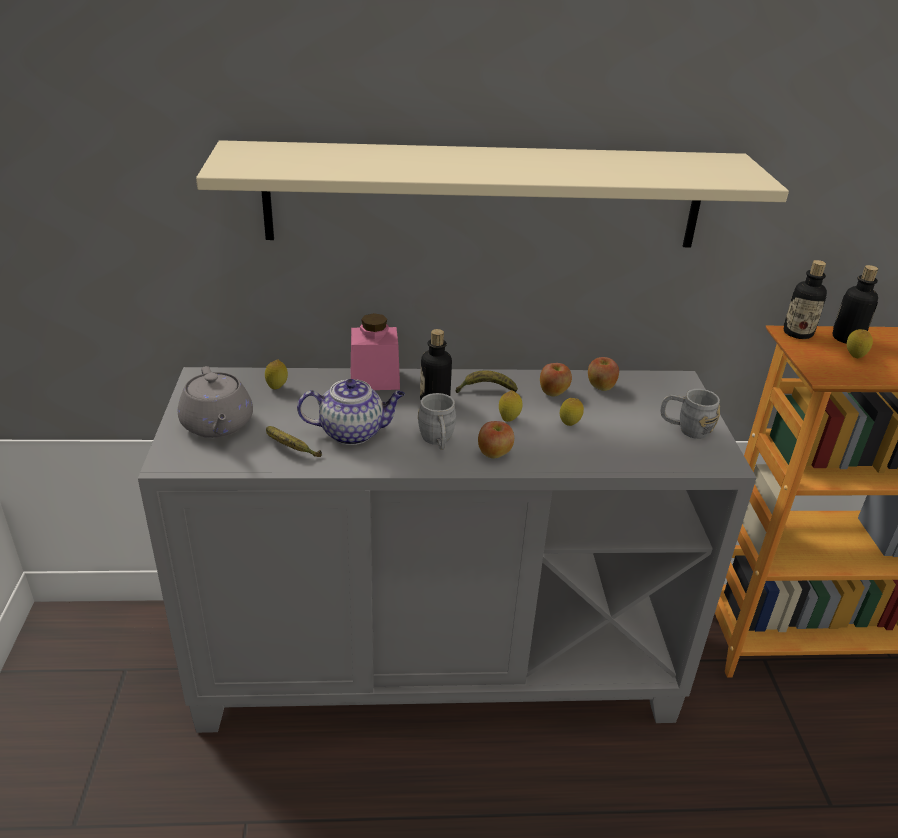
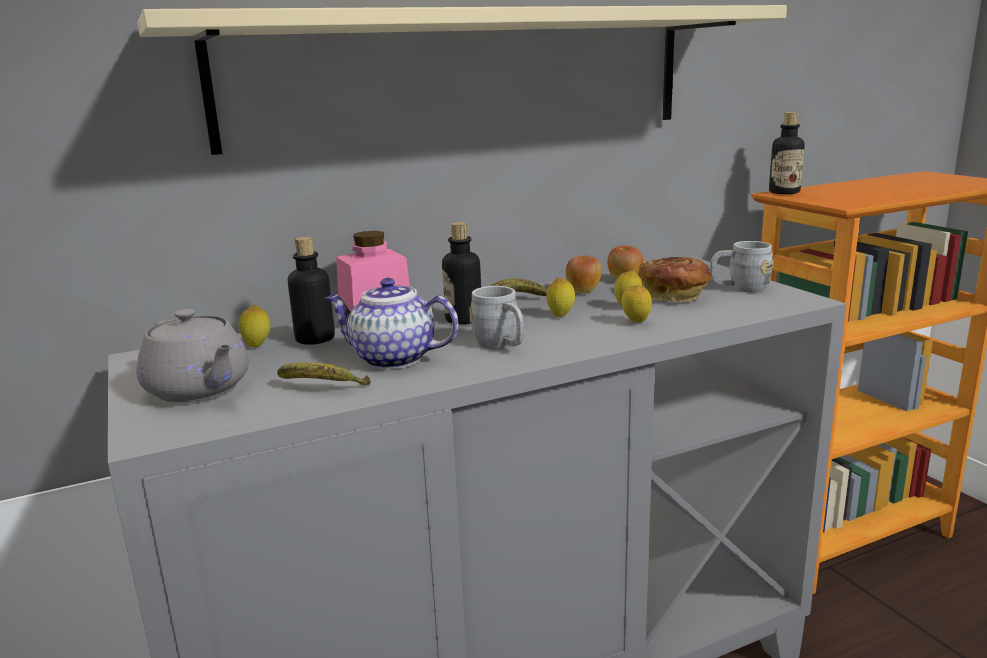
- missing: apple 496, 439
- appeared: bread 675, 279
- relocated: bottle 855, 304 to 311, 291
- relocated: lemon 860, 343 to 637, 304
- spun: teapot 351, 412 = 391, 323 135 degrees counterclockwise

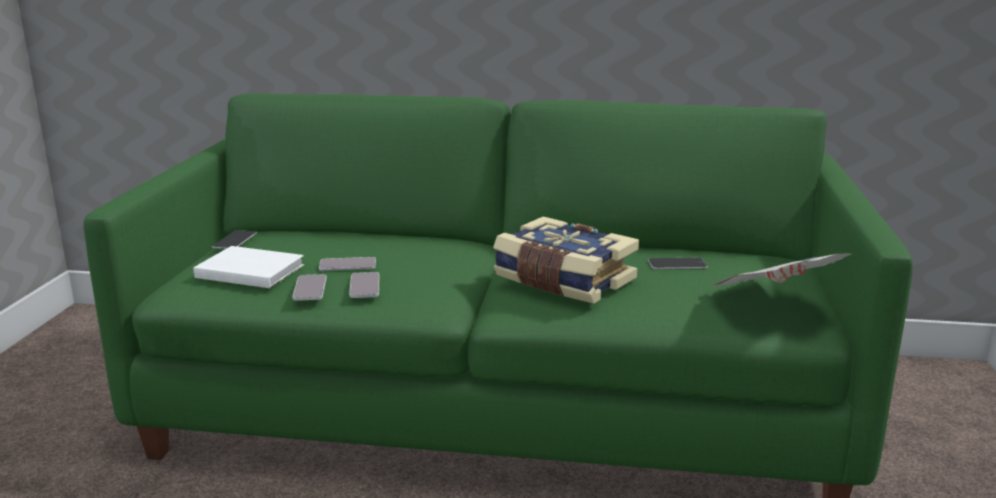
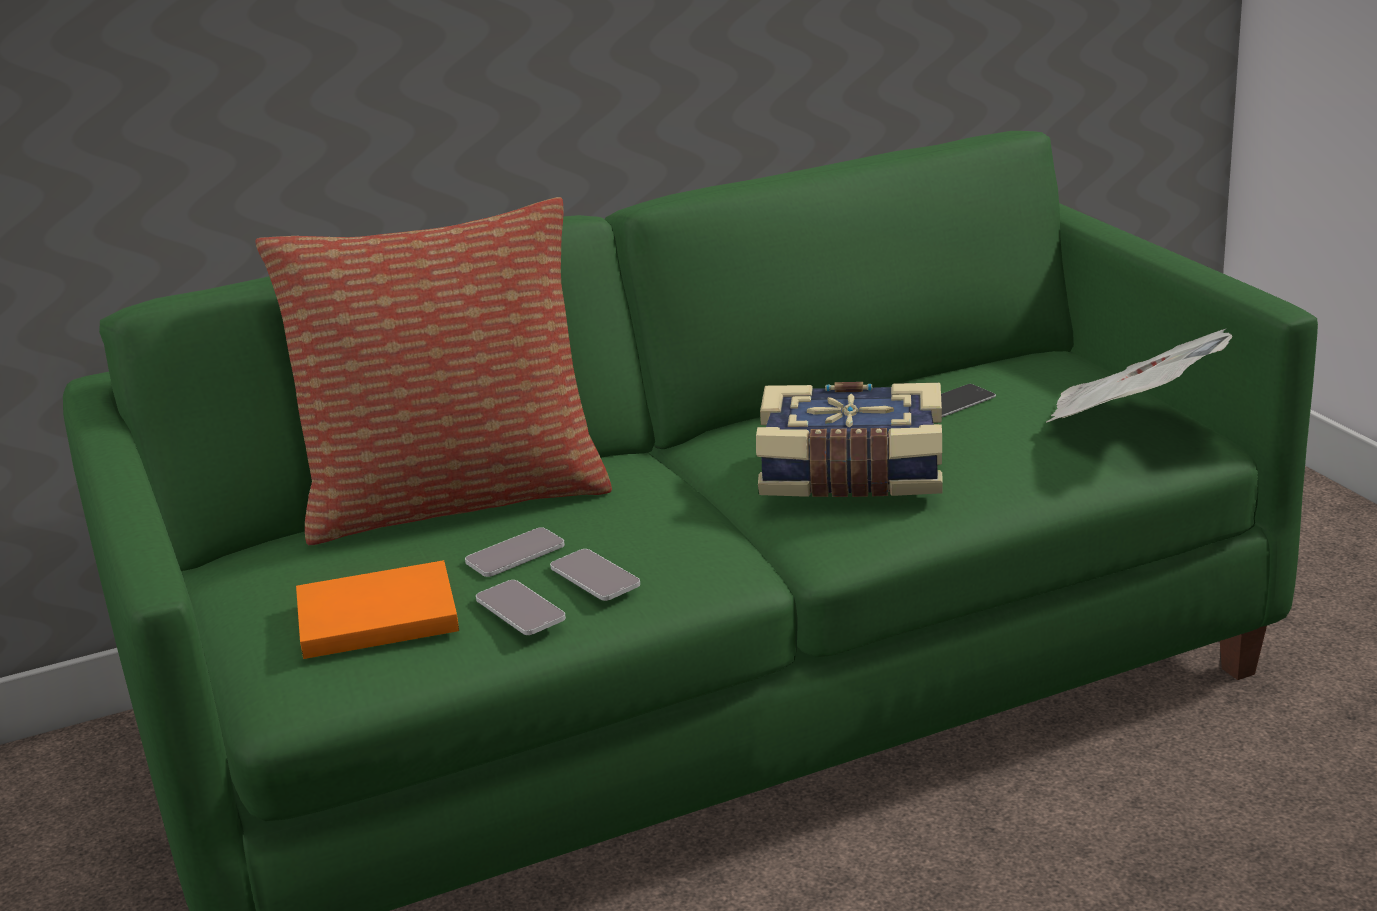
- missing: phone 234, 239
- appeared: pillow 433, 371
- colour: white_book 248, 267 to orange_book 377, 609

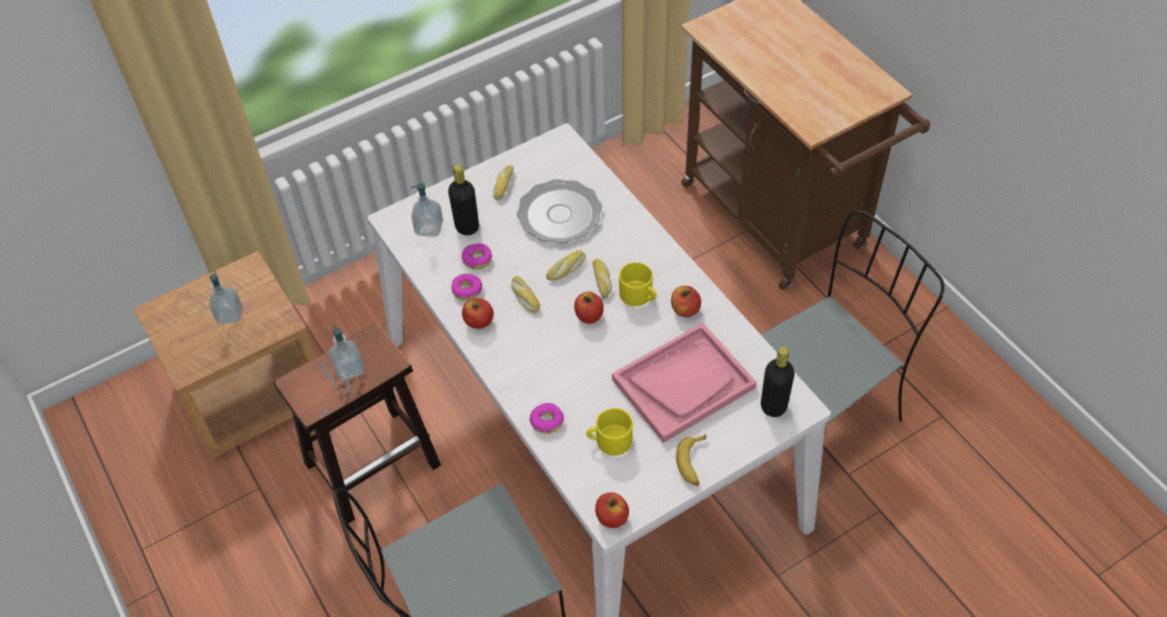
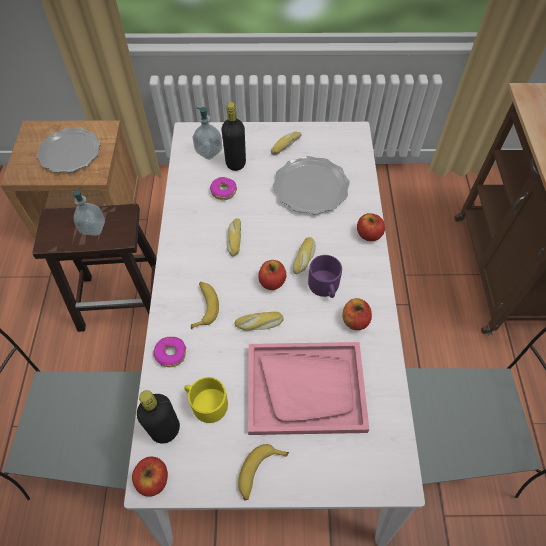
- missing: donut 467, 287
- appeared: banana 205, 305
- relocated: apple 478, 313 to 371, 227
- relocated: bread 566, 265 to 259, 321
- relocated: black_bottle 777, 381 to 158, 417
- exchanged: soap_dispenser 225, 297 to plate 69, 150
- colour: yellow_mug 638, 284 to purple_mug 325, 276

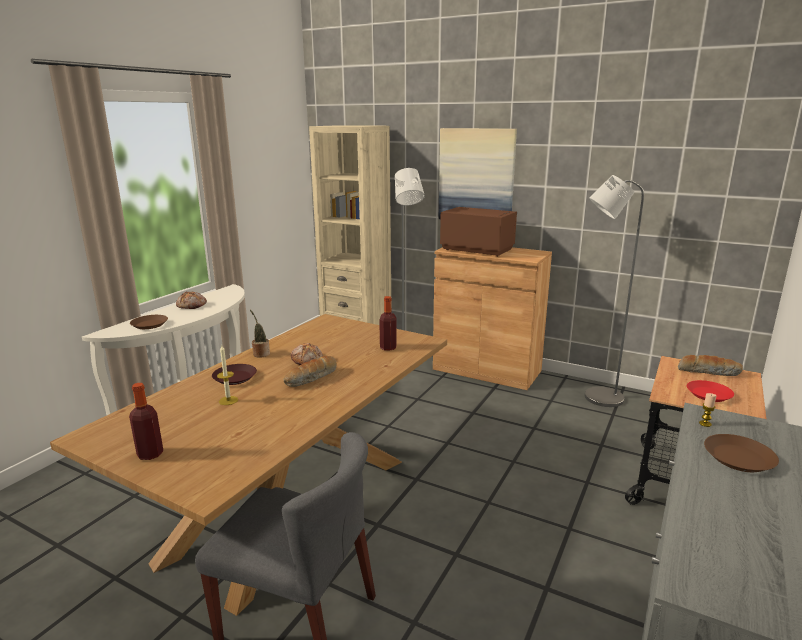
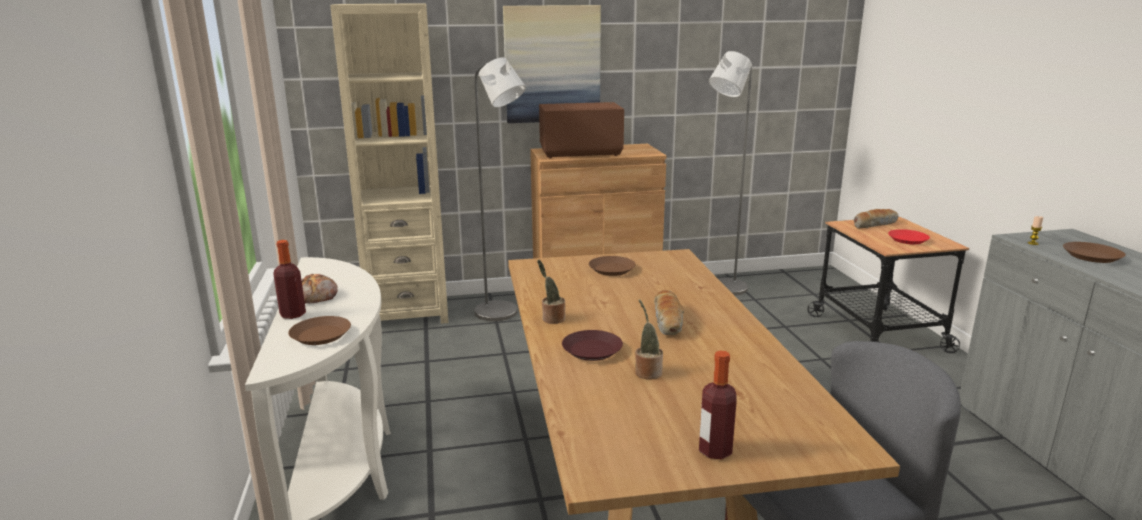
- missing: bread 307, 354
- appeared: brown_plate 612, 266
- relocated: bottle 388, 323 to 289, 279
- exchanged: candle 227, 375 to potted_plant 649, 339

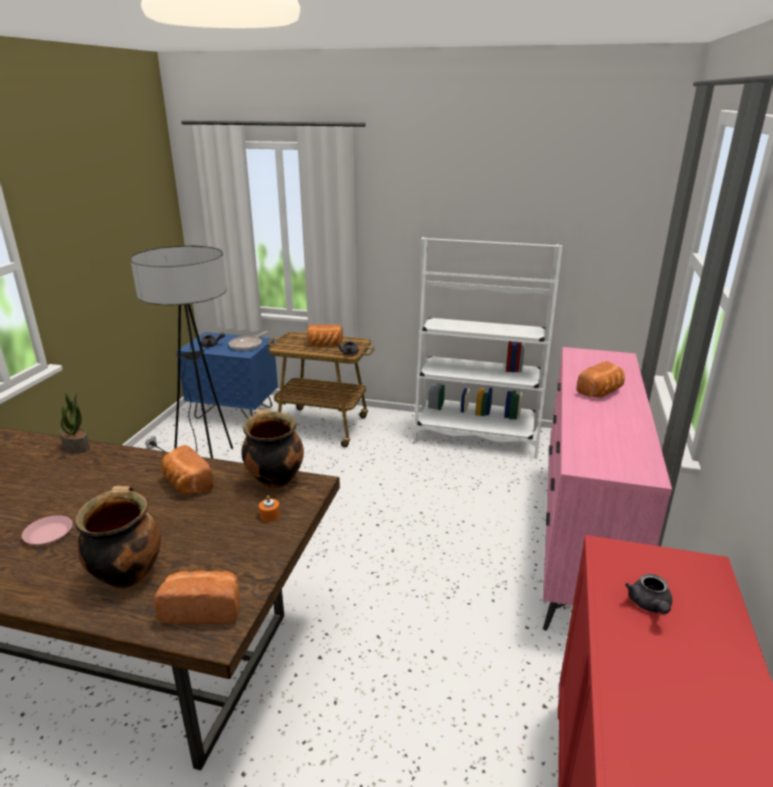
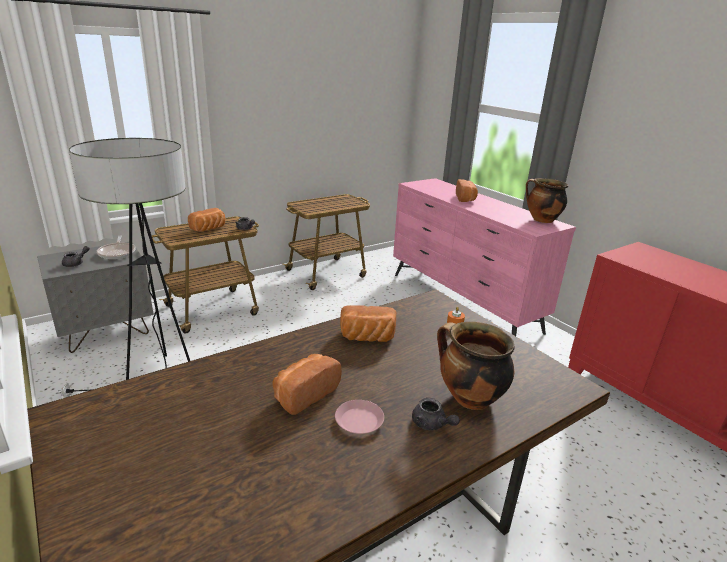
- missing: potted_plant 75, 422
- relocated: bread 197, 597 to 307, 384
- relocated: cooking_pot 272, 449 to 547, 200
- relocated: grey_teapot 648, 594 to 436, 414
- exchanged: white_bookcase 488, 348 to cart 326, 242
- colour: blue_nightstand 227, 375 to grey_nightstand 95, 297

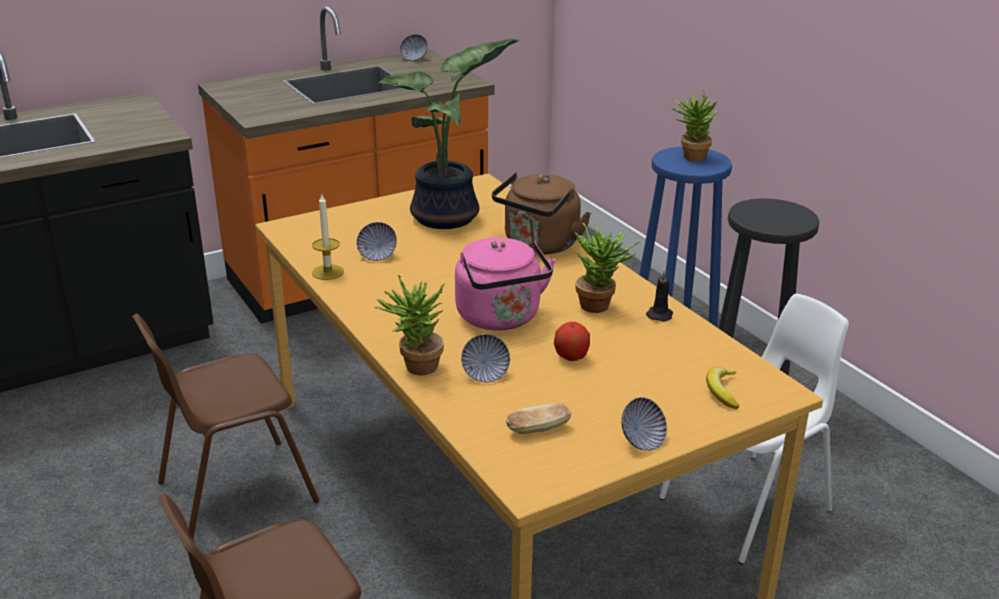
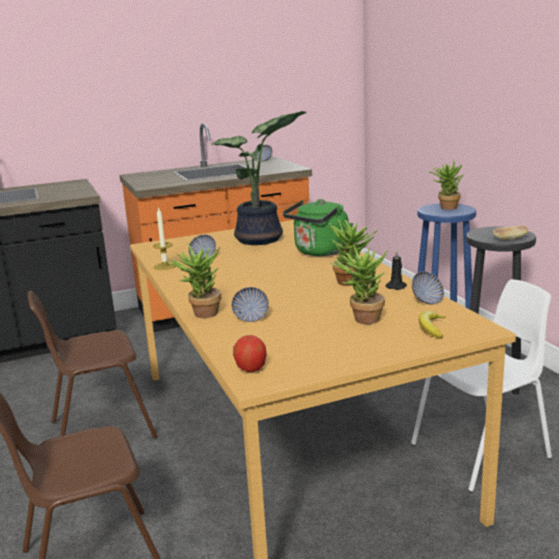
- missing: pink_kettle 505, 284
- appeared: potted_plant 359, 283
- relocated: bread 538, 418 to 511, 232
- relocated: apple 572, 341 to 250, 353
- relocated: bowl 644, 424 to 428, 287
- colour: brown_kettle 541, 213 to green_kettle 318, 227

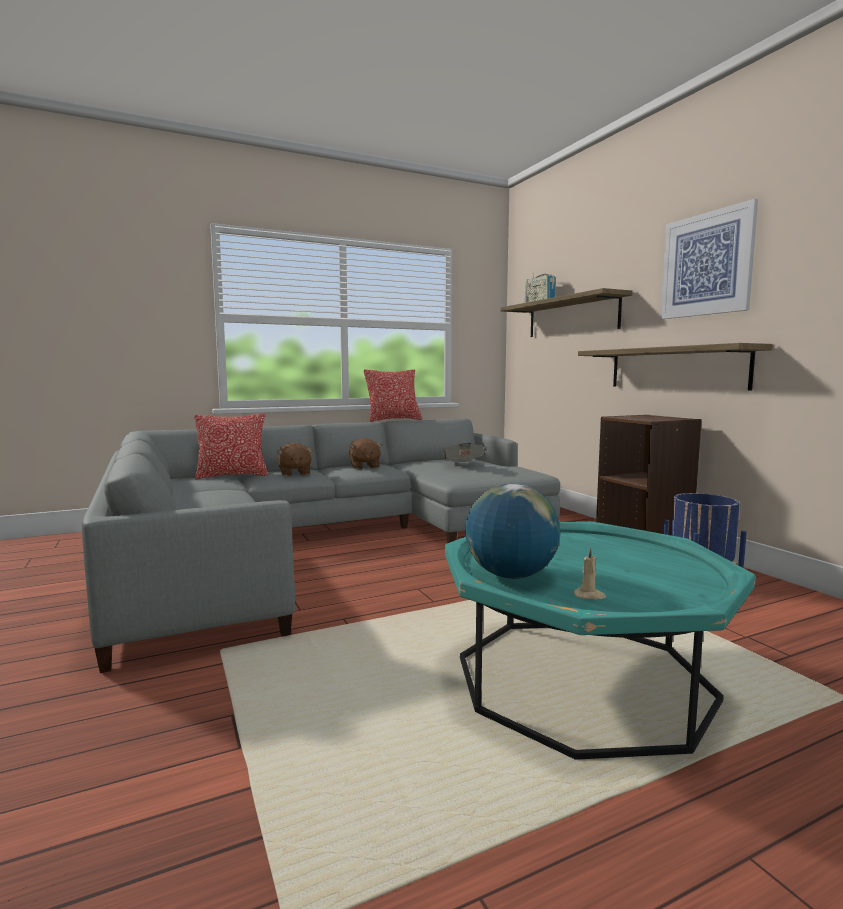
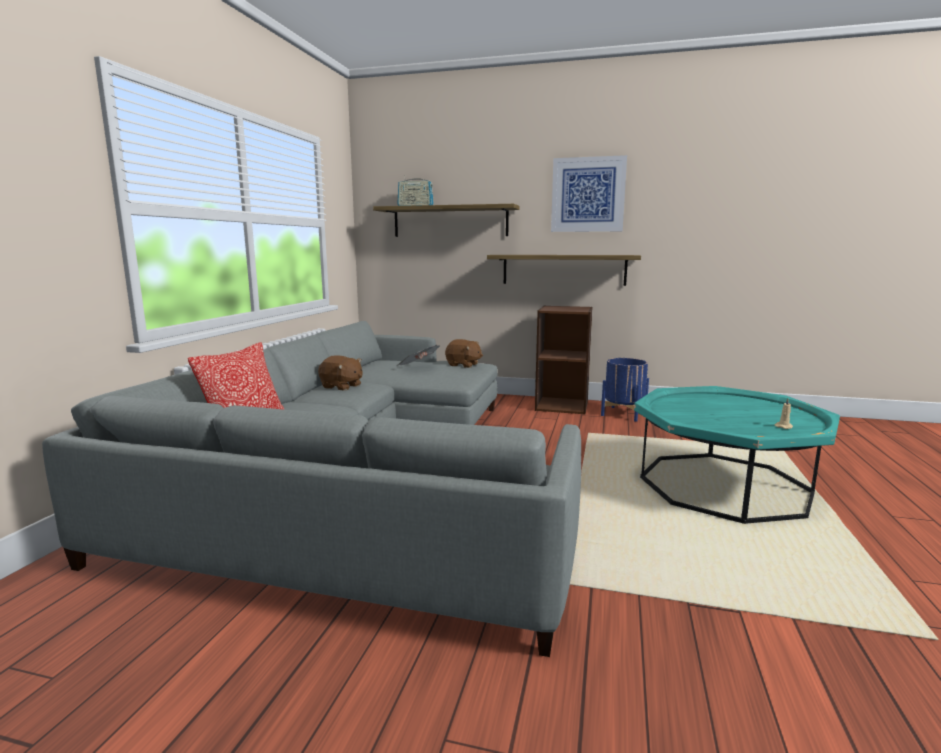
- missing: pillow 393, 395
- missing: globe 512, 531
- relocated: brown_plush_toy 295, 459 to 464, 353

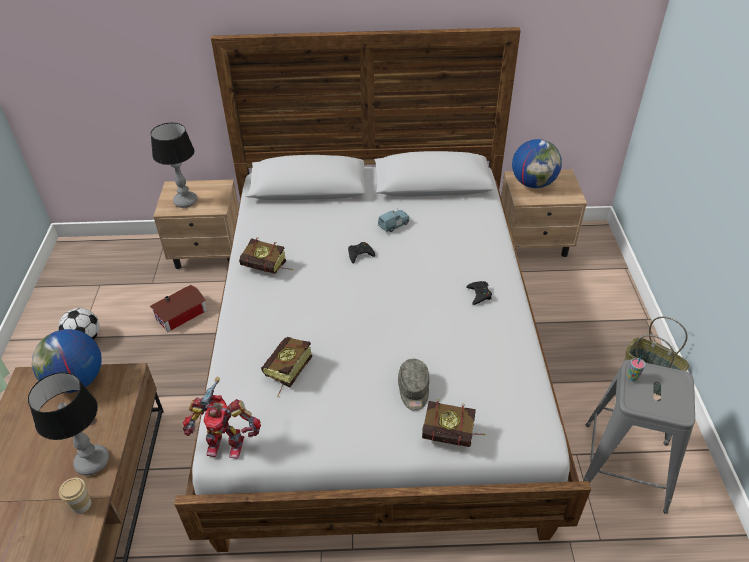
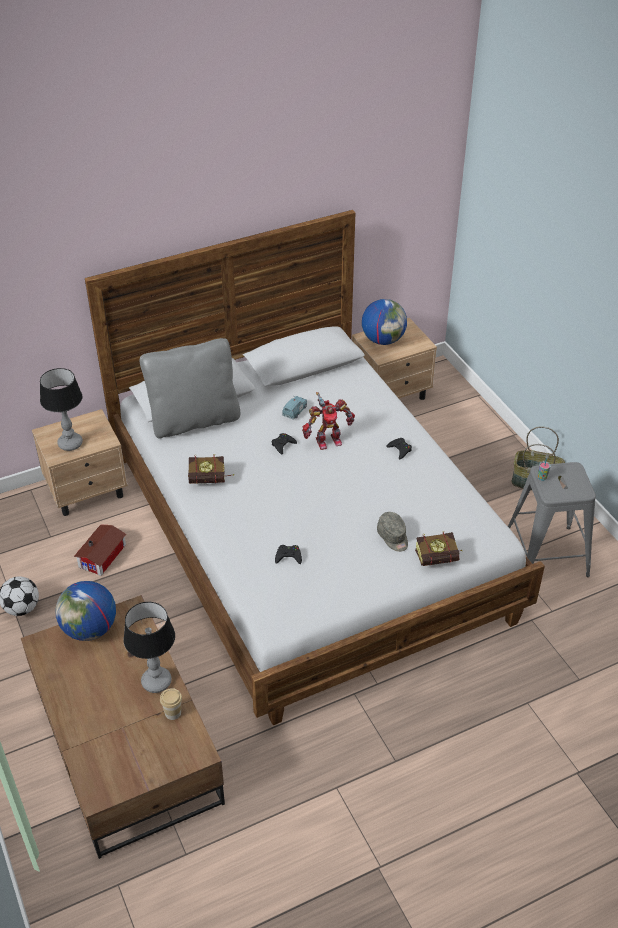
- appeared: grey_pillow 190, 388
- relocated: toy_robot 222, 418 to 328, 421
- exchanged: book 286, 367 to black_game_controller 288, 554

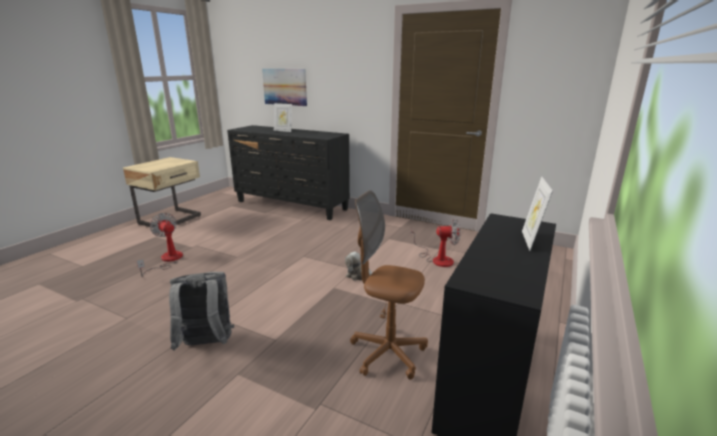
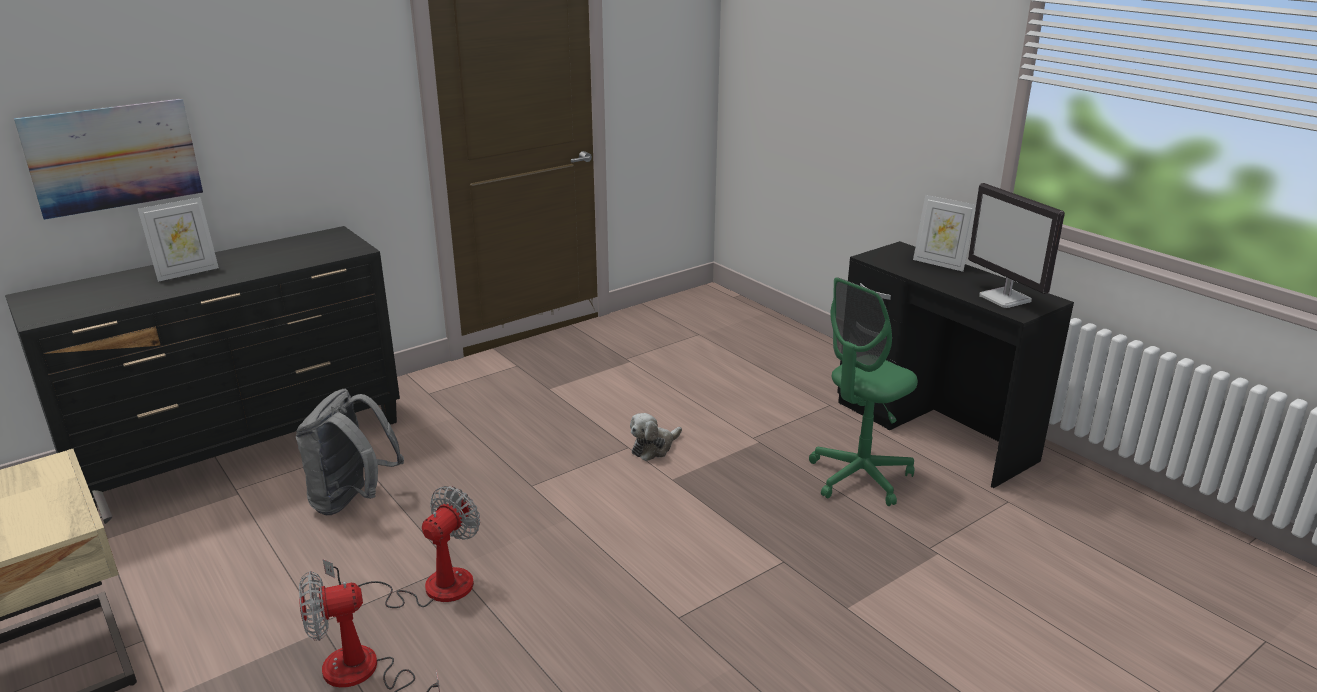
- appeared: monitor 1016, 245
- relocated: grey_backpack 201, 311 to 350, 452
- relocated: fan 435, 243 to 401, 547
- colour: brown_office_chair 389, 285 to green_office_chair 863, 391

